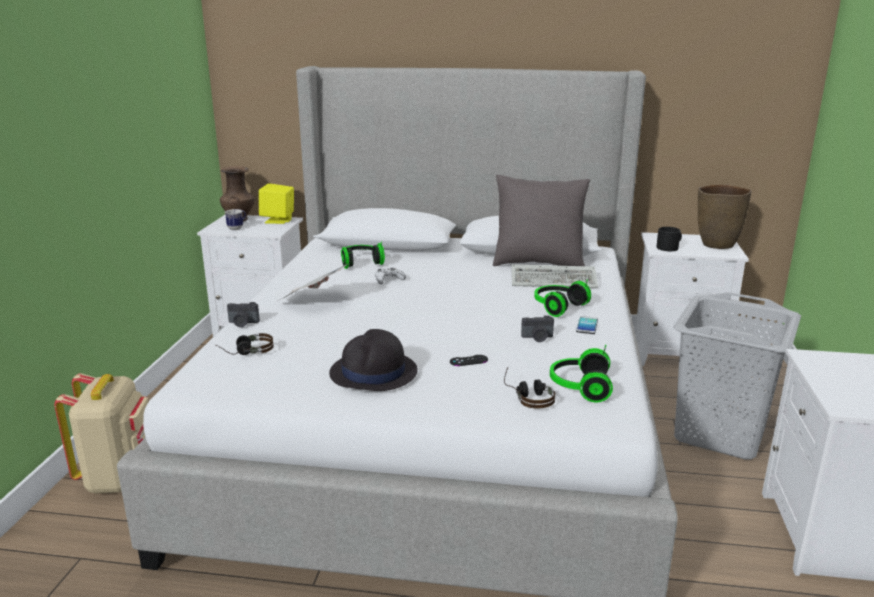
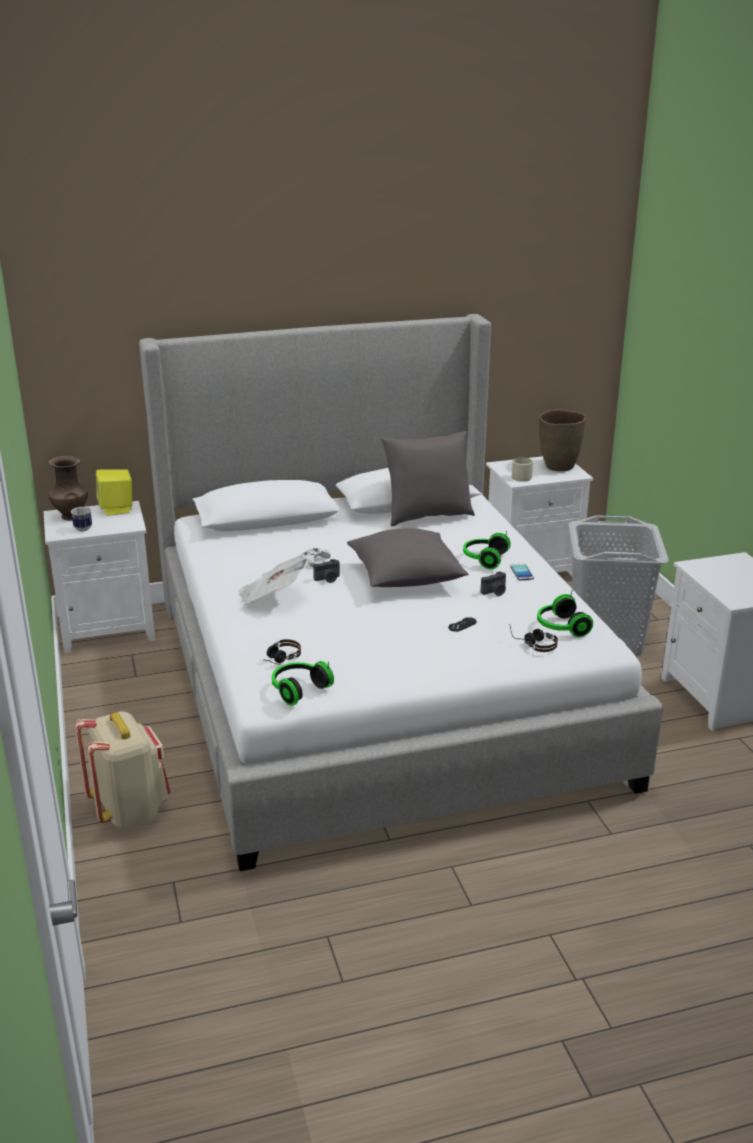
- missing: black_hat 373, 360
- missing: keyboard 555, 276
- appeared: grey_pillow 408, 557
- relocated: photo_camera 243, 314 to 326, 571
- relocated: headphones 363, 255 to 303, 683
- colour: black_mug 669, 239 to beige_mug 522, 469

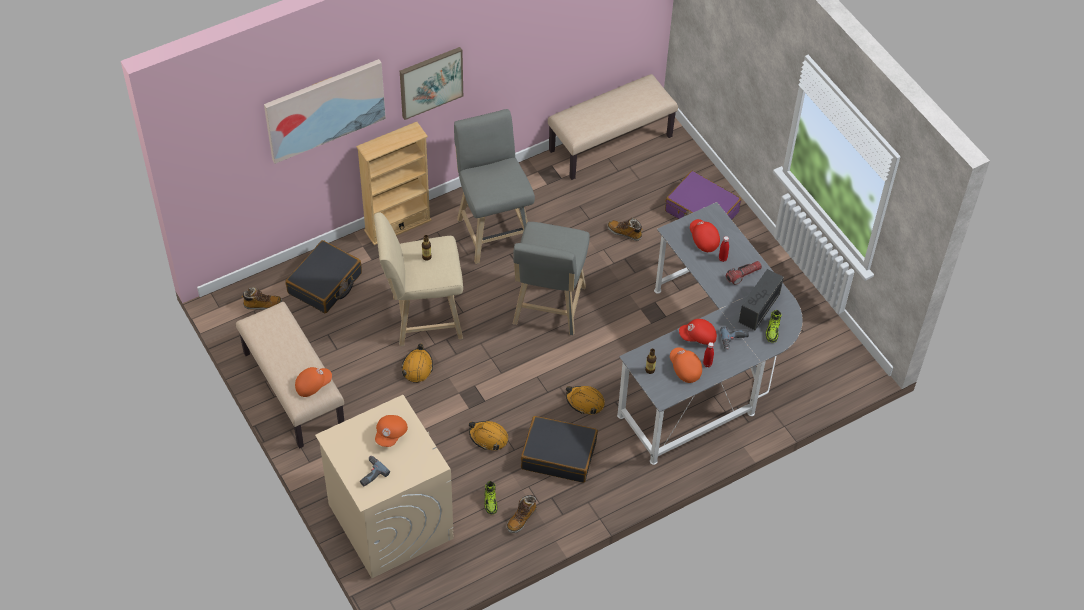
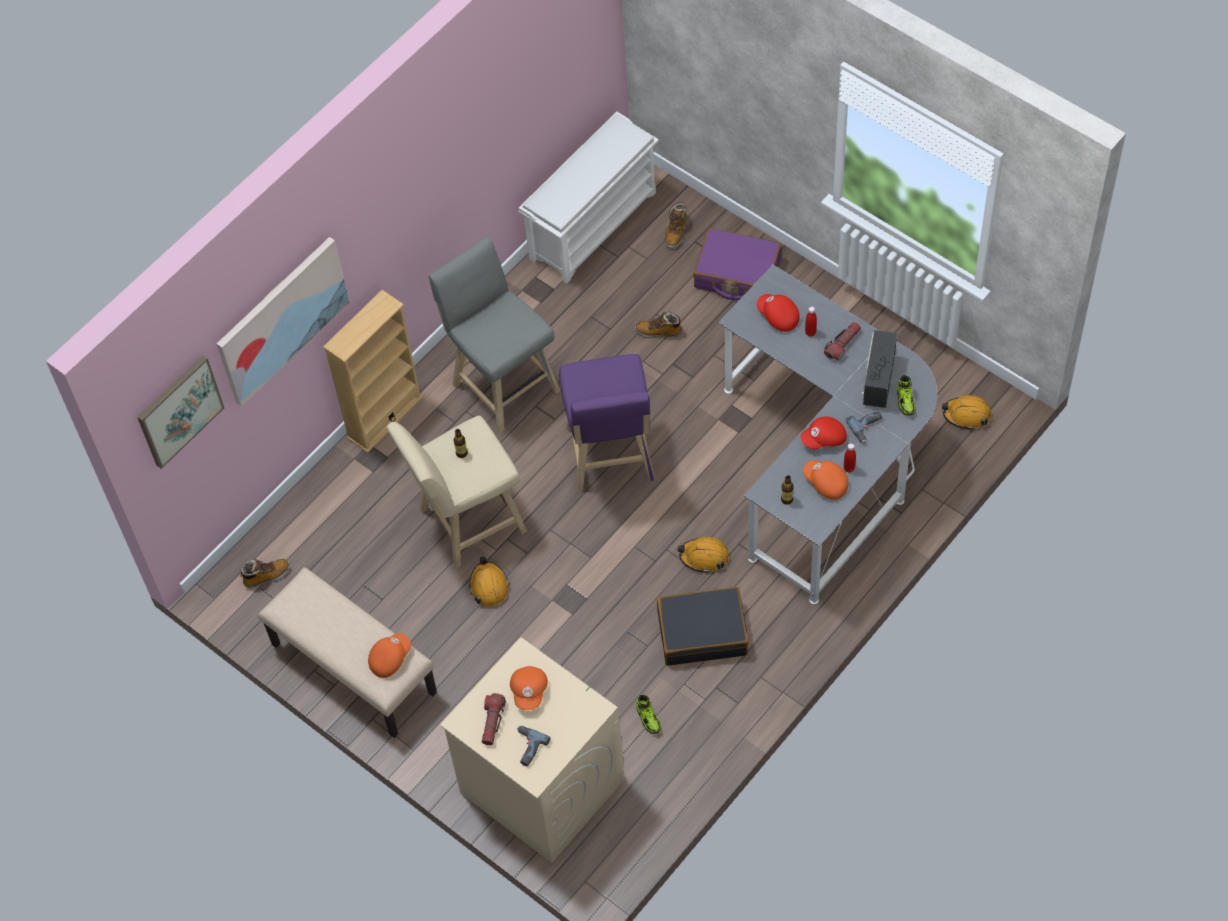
- missing: black_suitcase 323, 276
- appeared: flashlight 494, 719
- relocated: picture 431, 83 to 180, 412
- relocated: orange_hard_hat 488, 435 to 966, 412
- relocated: boot 522, 514 to 675, 225
- exchanged: beige_bench 613, 127 to white_shoe_rack 589, 198
- colour: grey_stool 551, 278 to purple_stool 607, 423

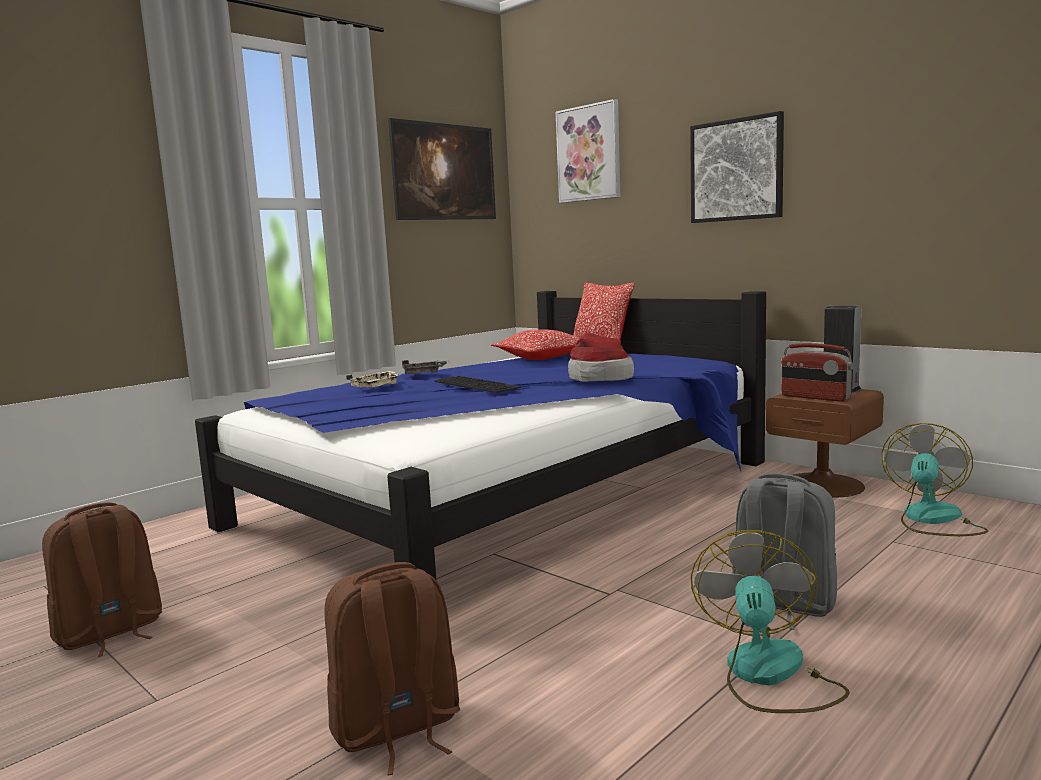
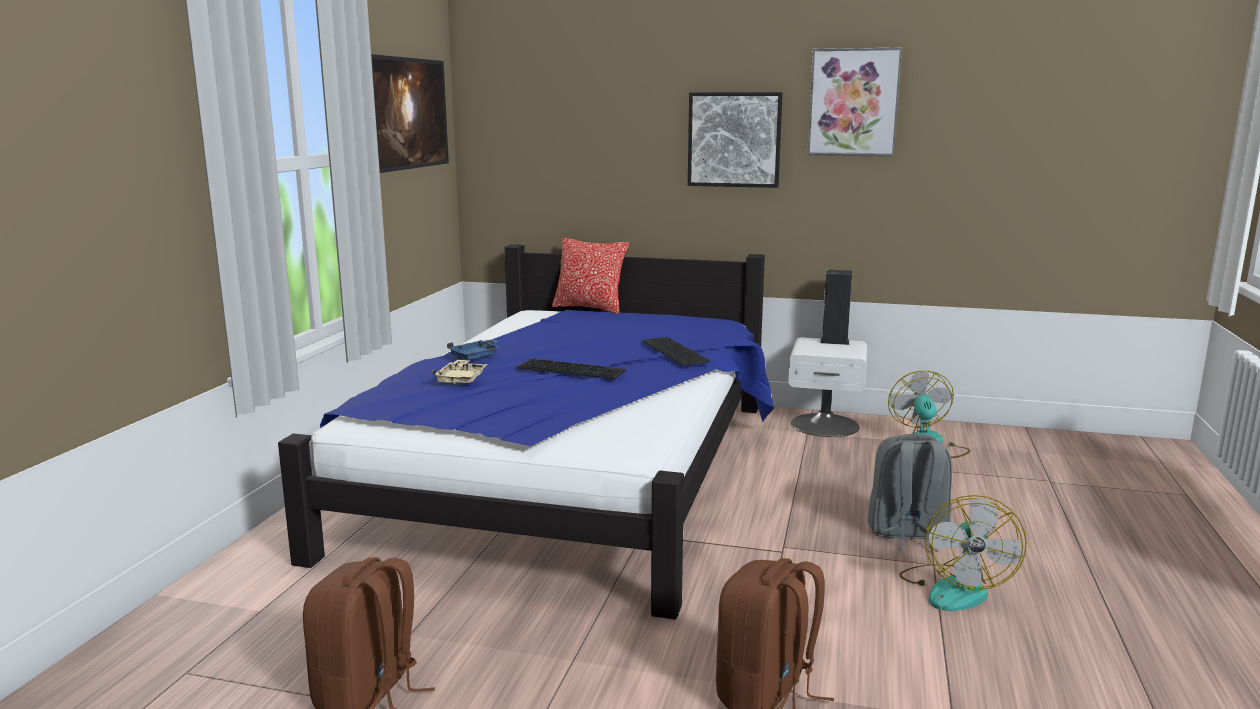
- missing: pillow 535, 345
- missing: radio 817, 372
- relocated: picture 588, 151 to 854, 102
- exchanged: hat 601, 357 to keyboard 676, 351
- colour: grey_tray 425, 367 to blue_tray 473, 349
- colour: brown_nightstand 825, 443 to white_nightstand 827, 387
- spun: fan 770, 621 = 963, 553 150 degrees counterclockwise

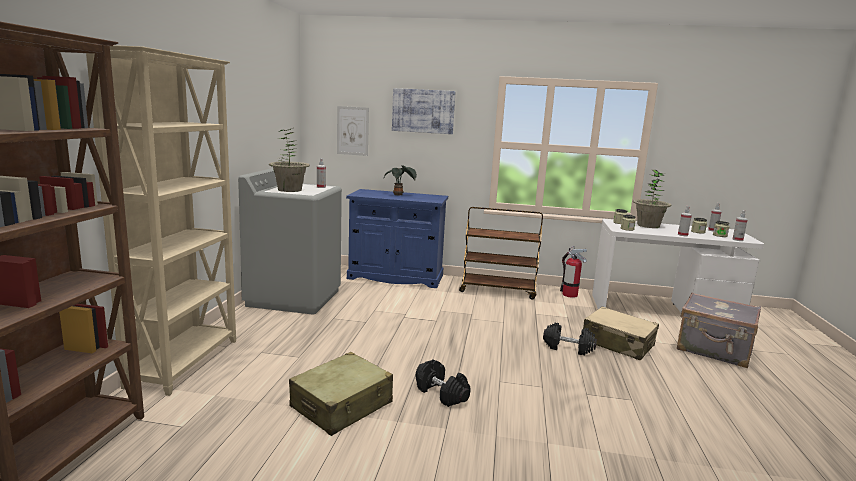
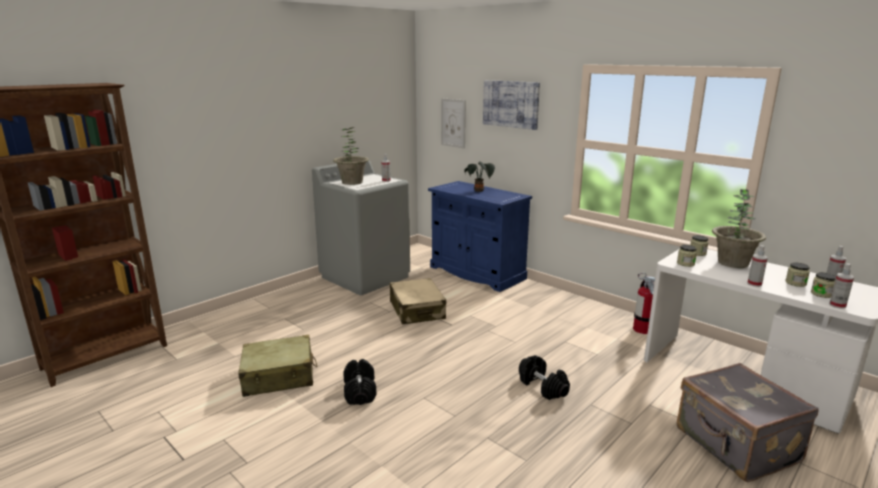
- missing: beige_bookcase 161, 220
- missing: brown_cart 501, 253
- relocated: beige_suitcase 621, 333 to 418, 301

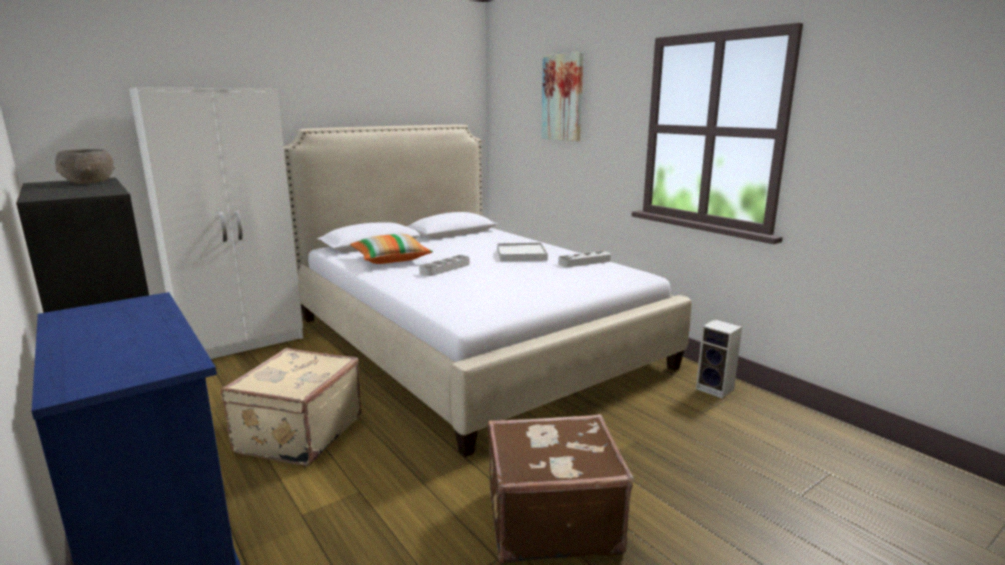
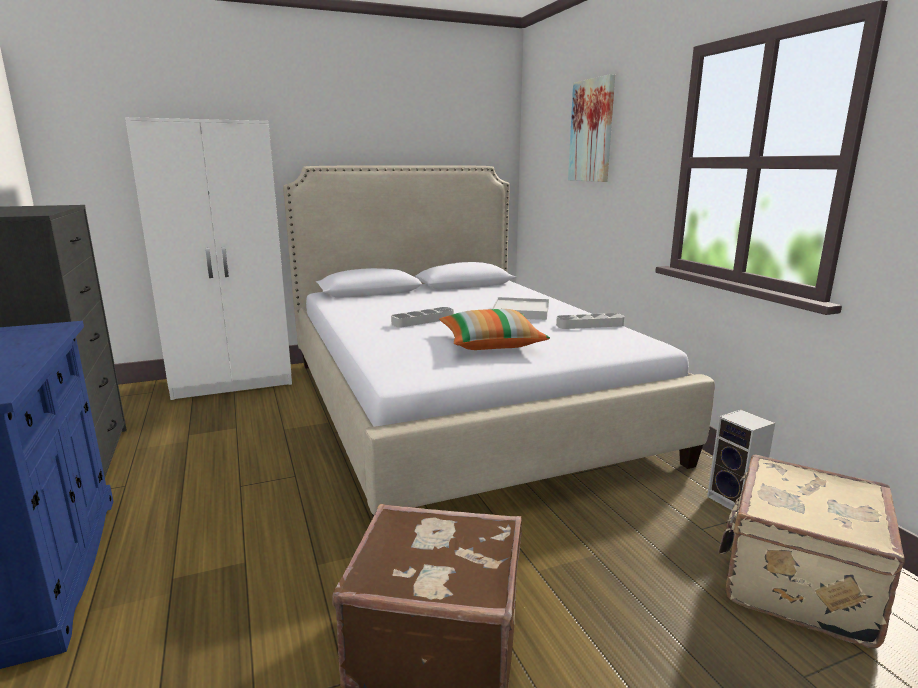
- missing: grey_bowl 85, 166
- relocated: beige_suitcase 291, 407 to 812, 551
- relocated: pillow 391, 249 to 494, 329

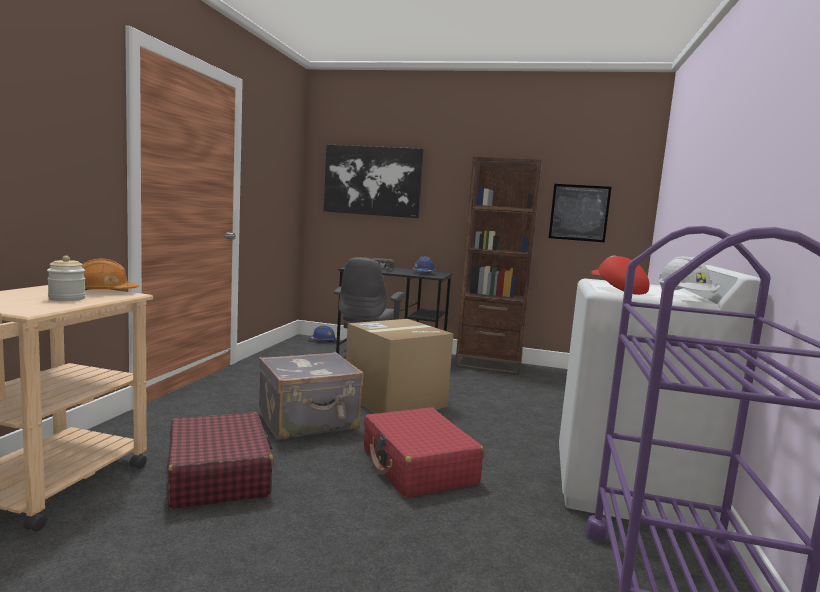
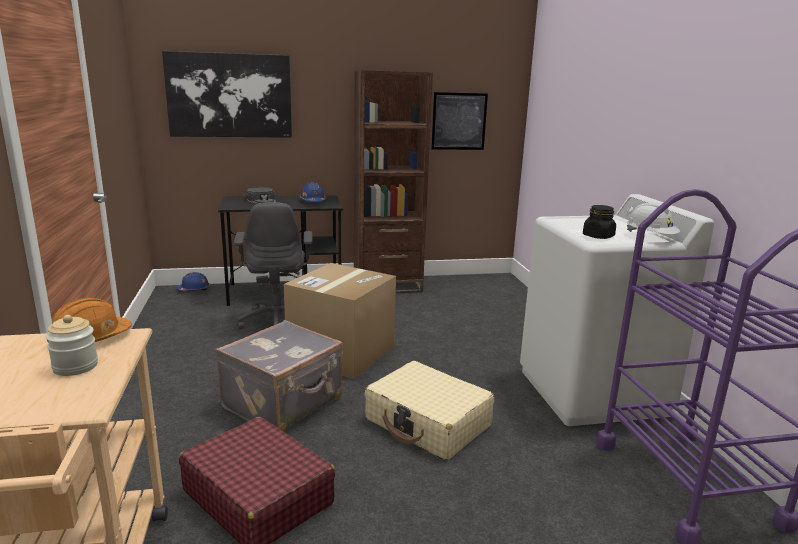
- exchanged: red_cap 620, 275 to black_jar 599, 222
- colour: red_suitcase 424, 452 to beige_suitcase 429, 410

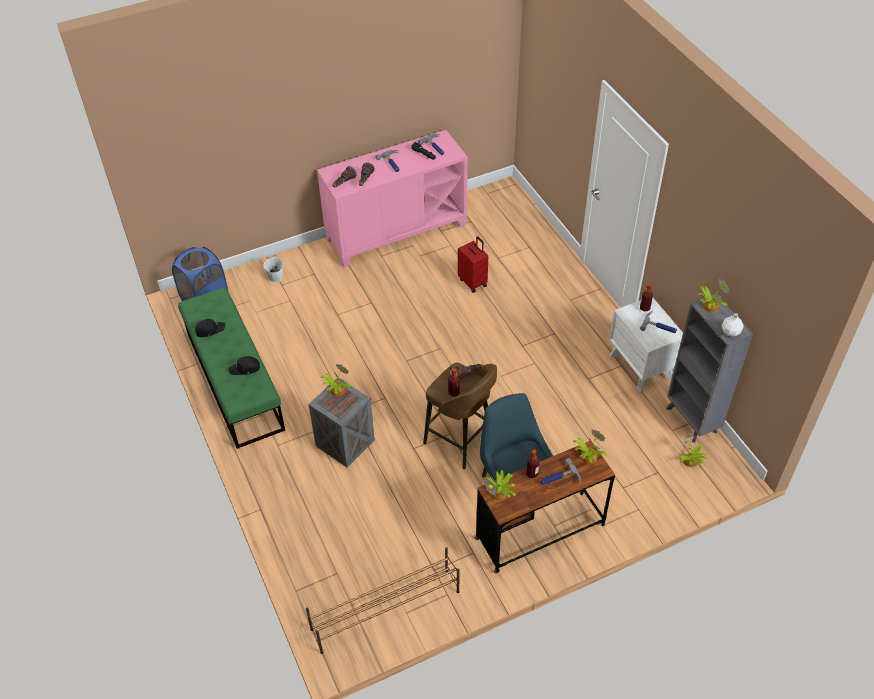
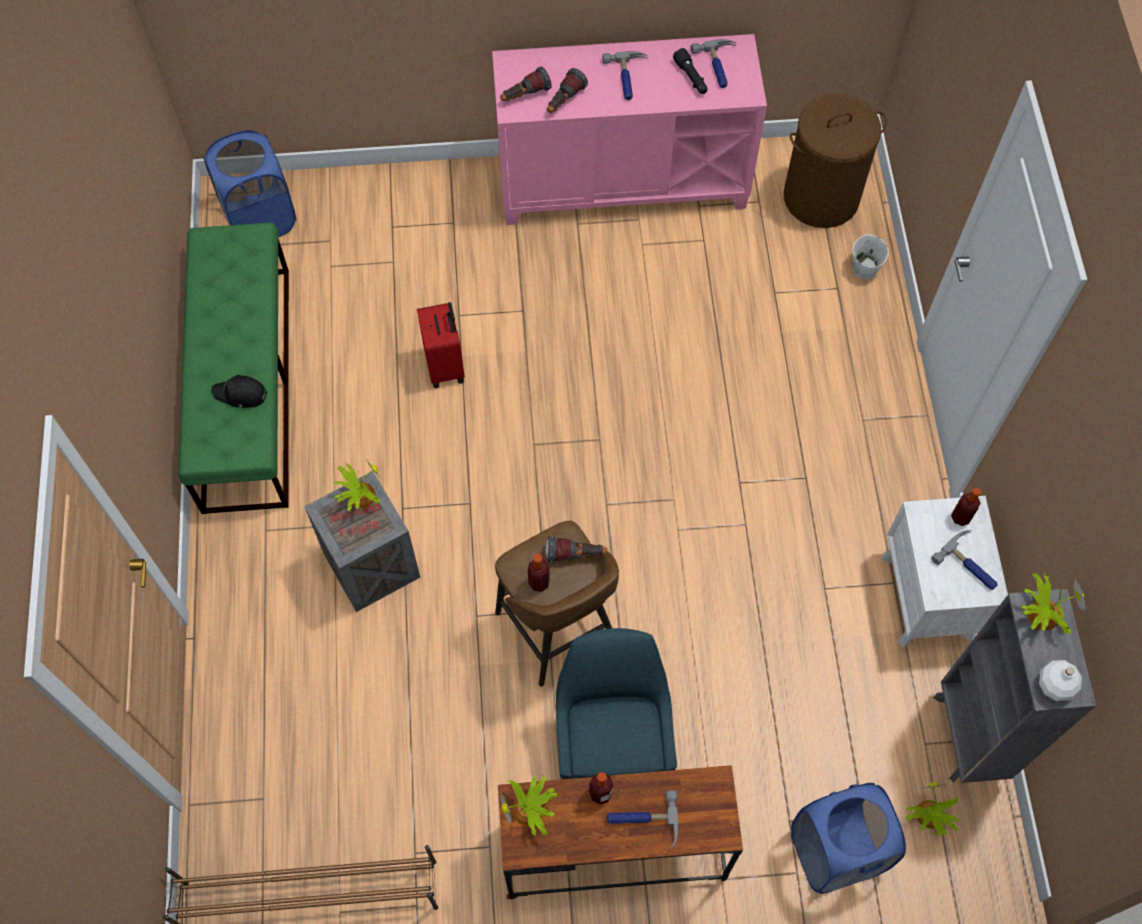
- missing: black_cap 210, 328
- missing: potted_plant 590, 446
- appeared: brown_laundry_basket 835, 160
- appeared: blue_laundry_basket 848, 838
- relocated: white_bucket 274, 268 to 870, 256
- relocated: red_suitcase 473, 264 to 441, 345

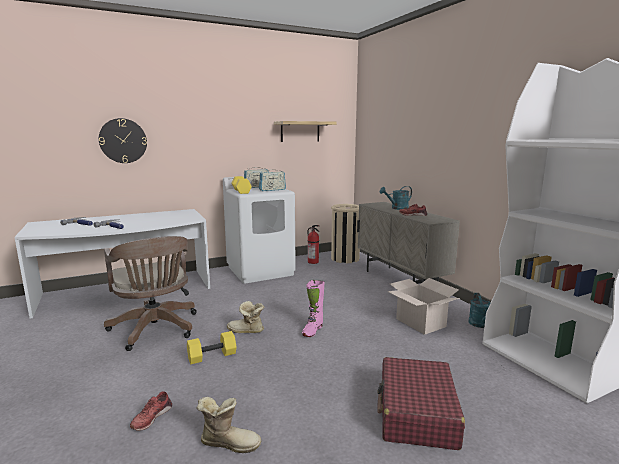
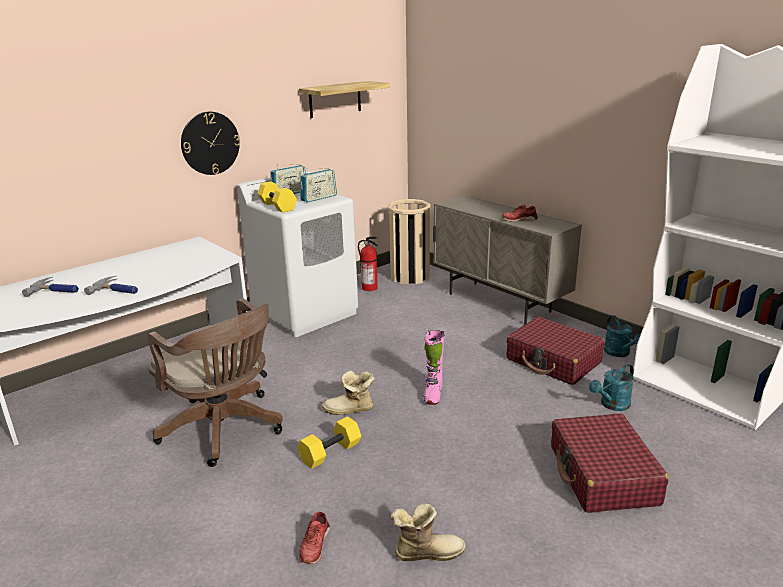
- relocated: wall_clock 123, 140 to 210, 143
- relocated: turquoise_watering_can 396, 198 to 611, 387
- exchanged: cardboard_box 423, 306 to red_suitcase 555, 351

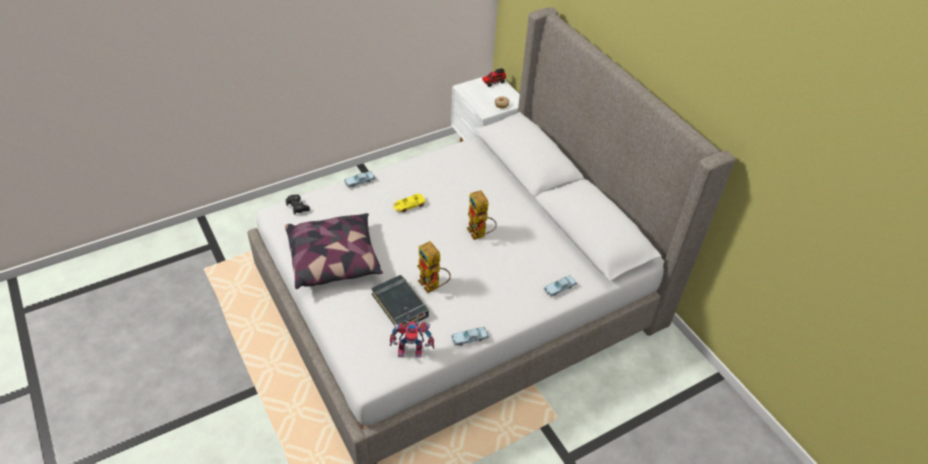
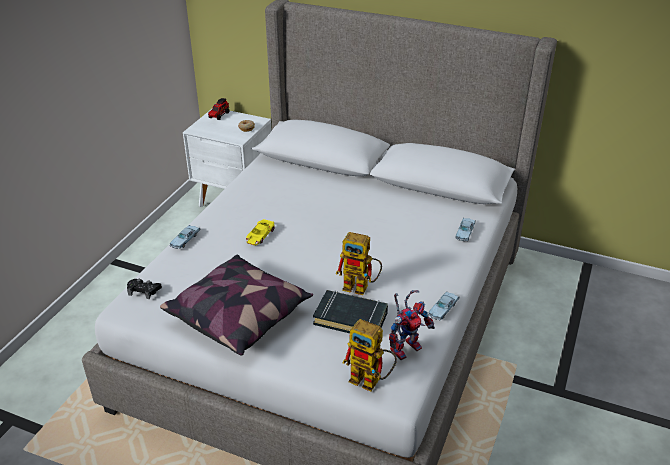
- relocated: toy_robot 482, 215 to 369, 355

